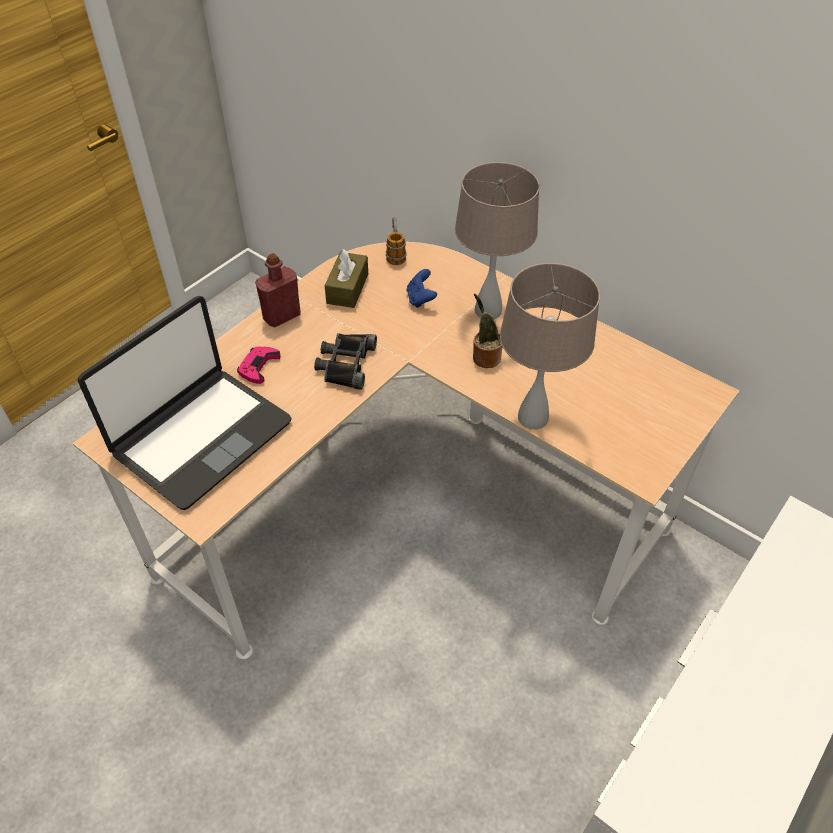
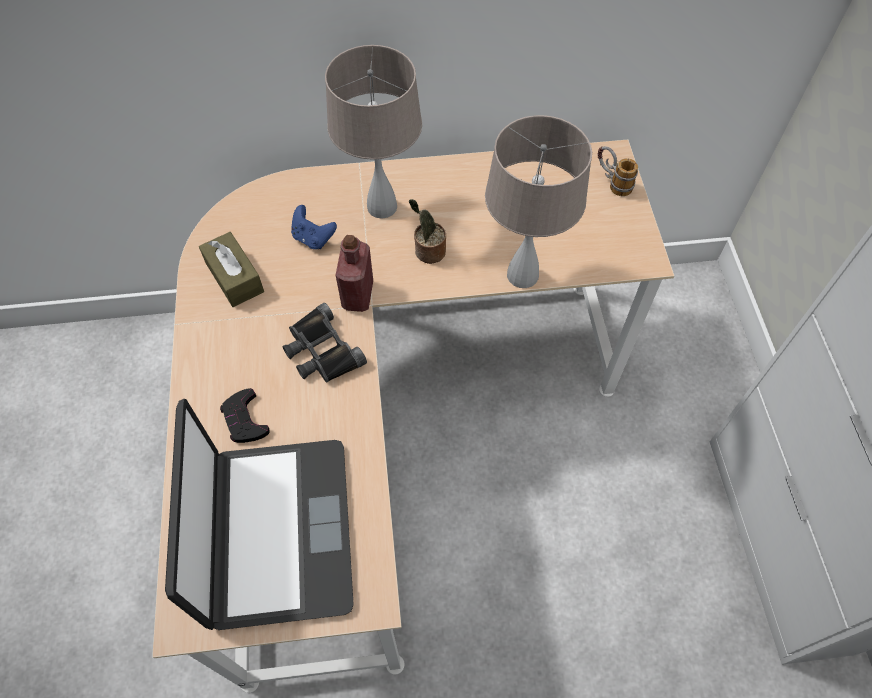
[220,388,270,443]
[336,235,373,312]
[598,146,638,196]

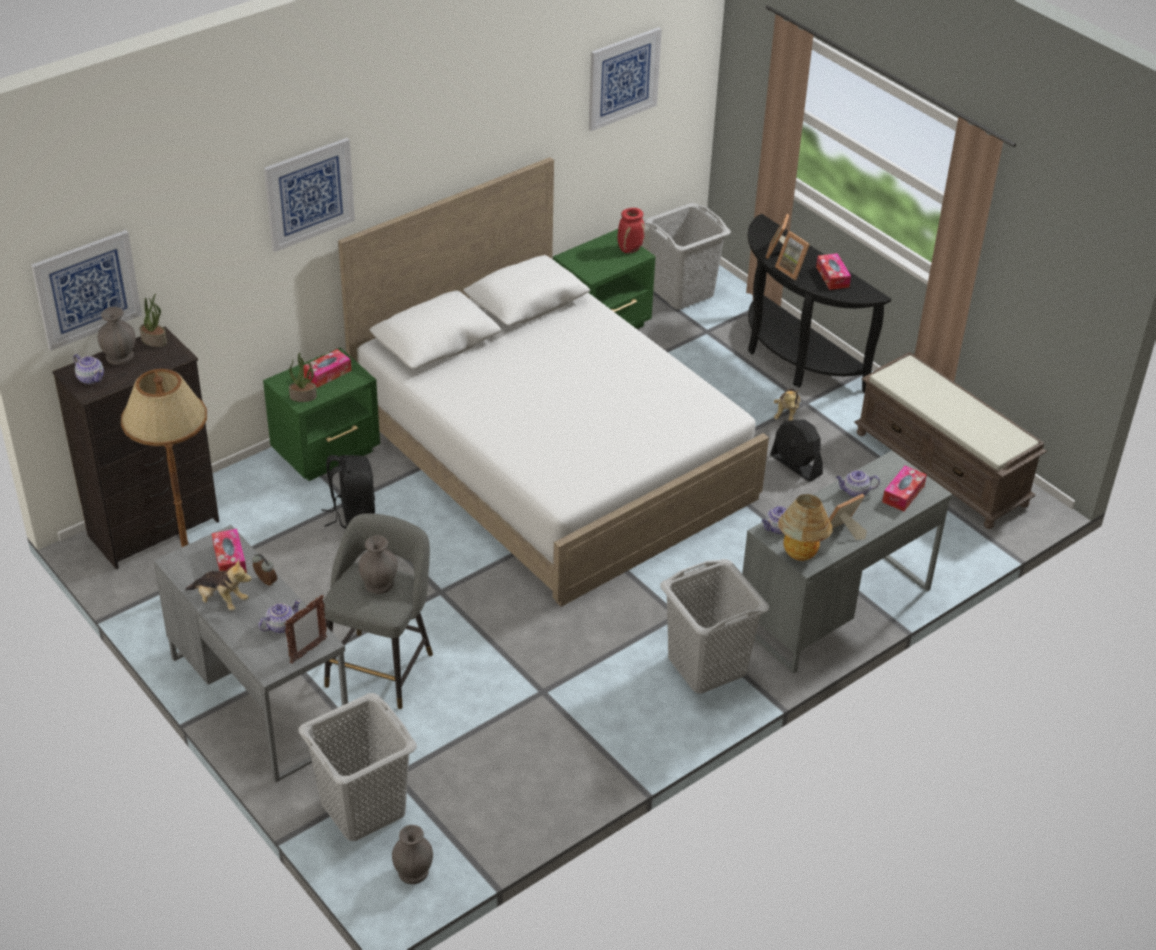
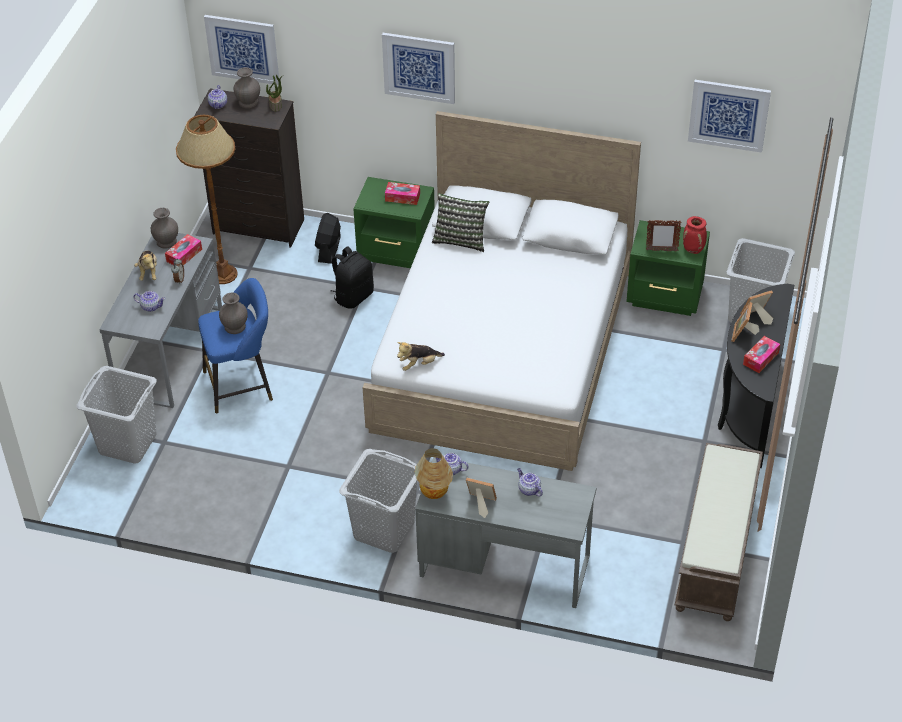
[151,208,178,248]
[198,278,273,413]
[315,213,341,264]
[397,342,445,371]
[432,193,490,252]
[646,220,682,252]
[289,353,317,402] (first image)
[882,466,927,511] (first image)

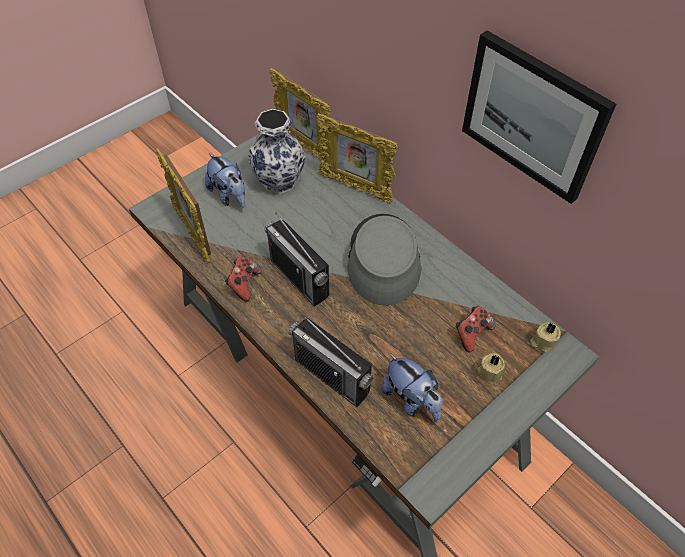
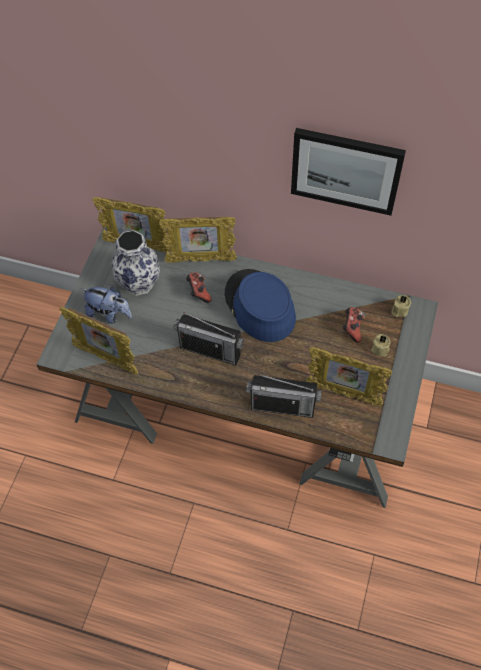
[186,272,212,303]
[225,269,296,342]
[306,347,392,407]

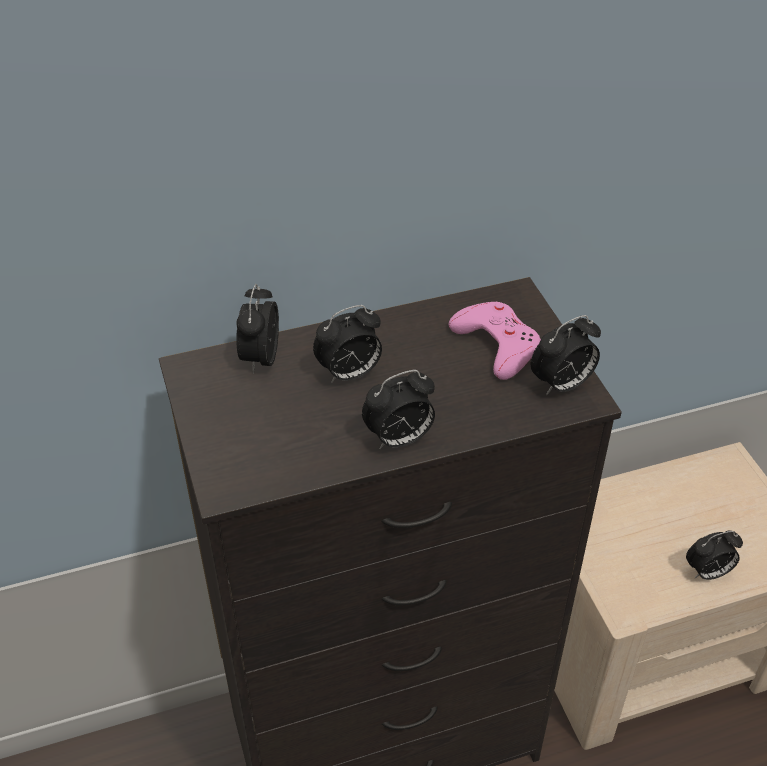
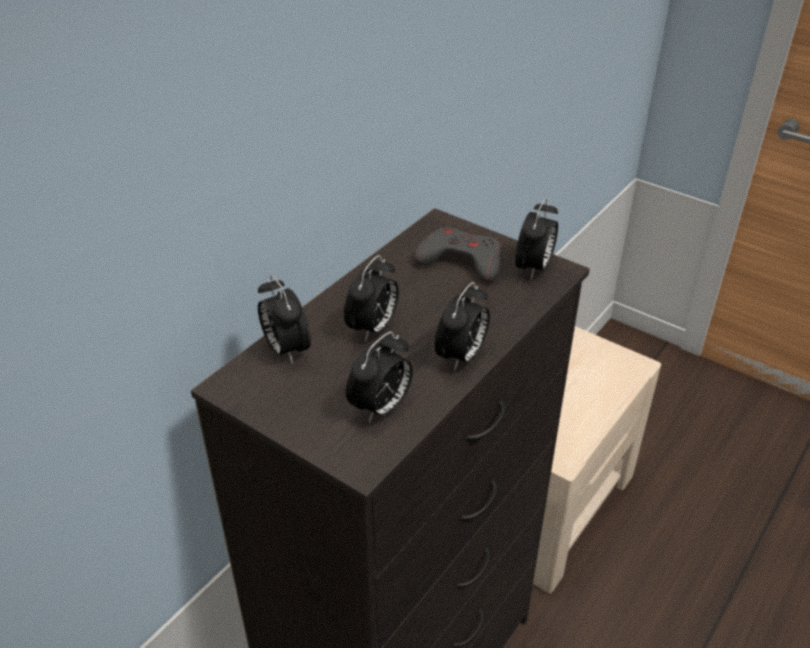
[346,331,413,423]
[414,226,502,283]

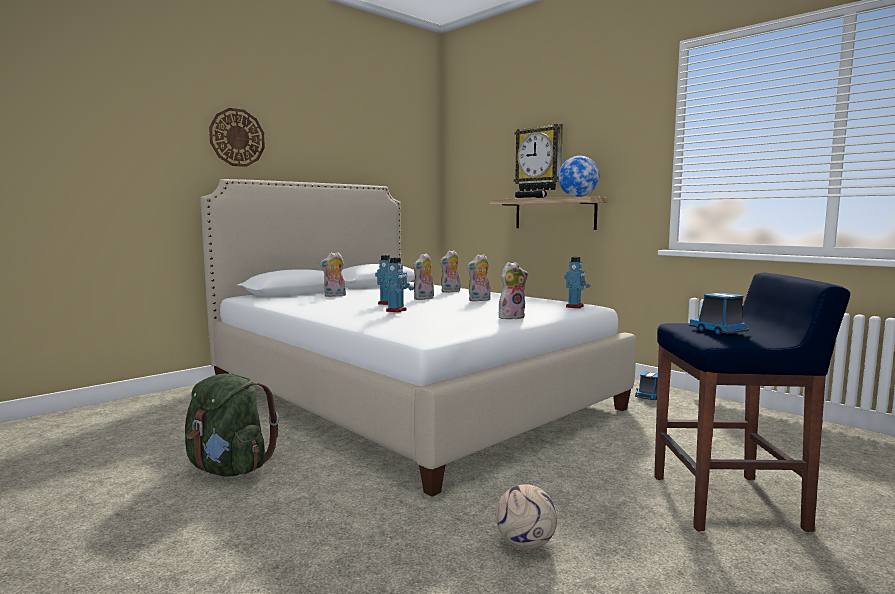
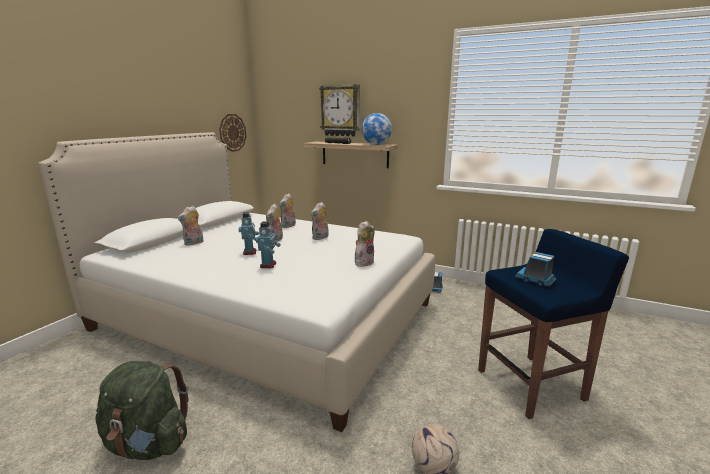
[219,114,246,152]
[564,257,590,308] (first image)

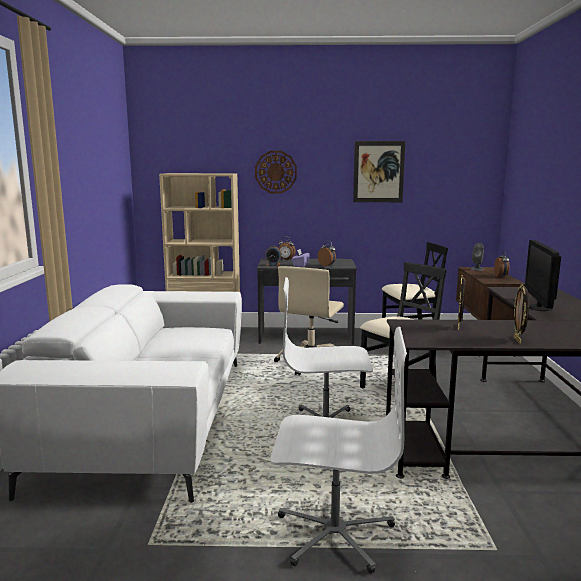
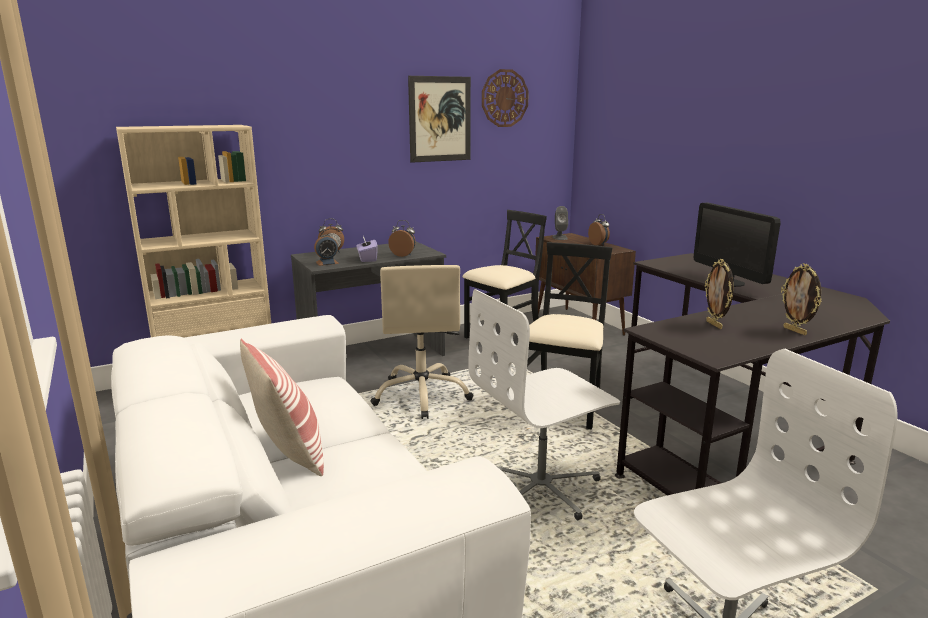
[240,339,324,476]
[482,69,529,127]

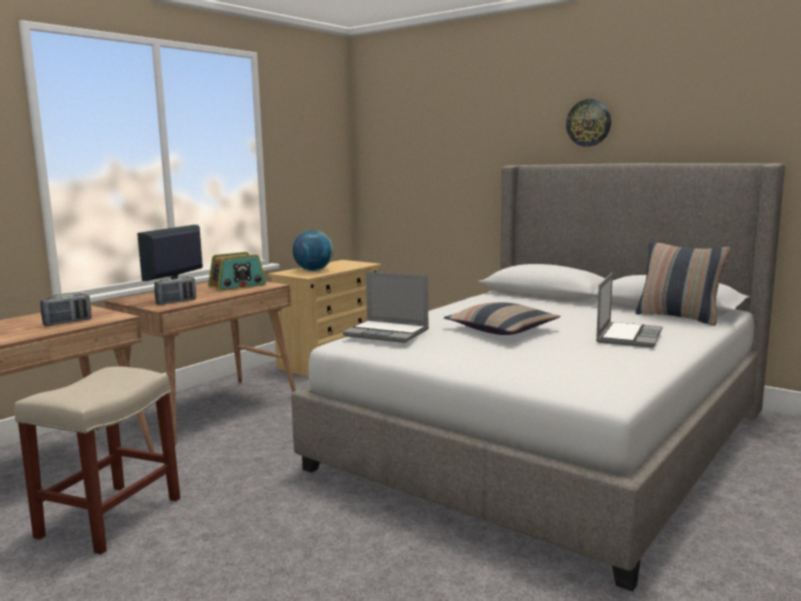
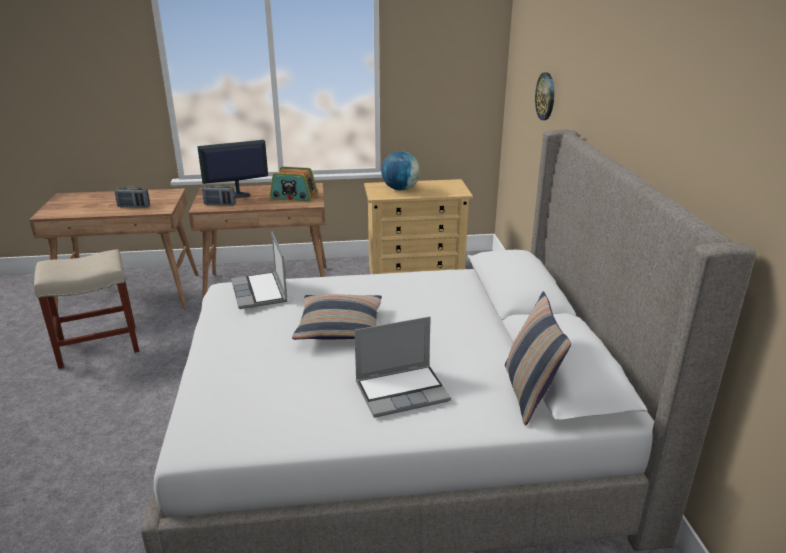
[535,73,554,120]

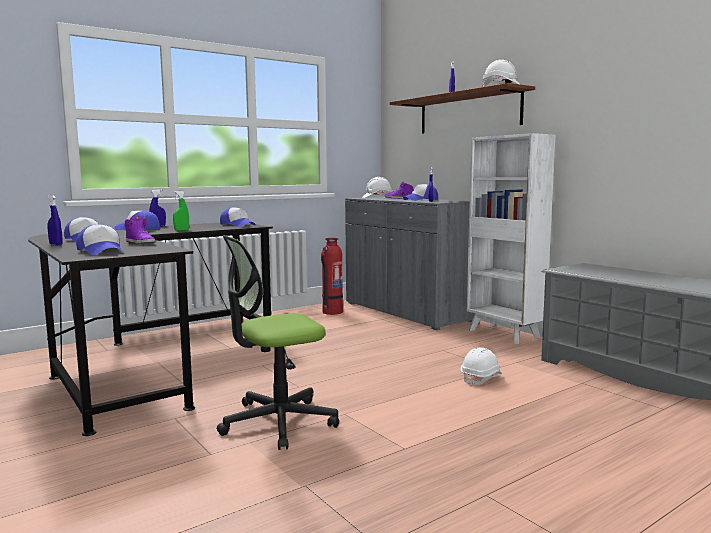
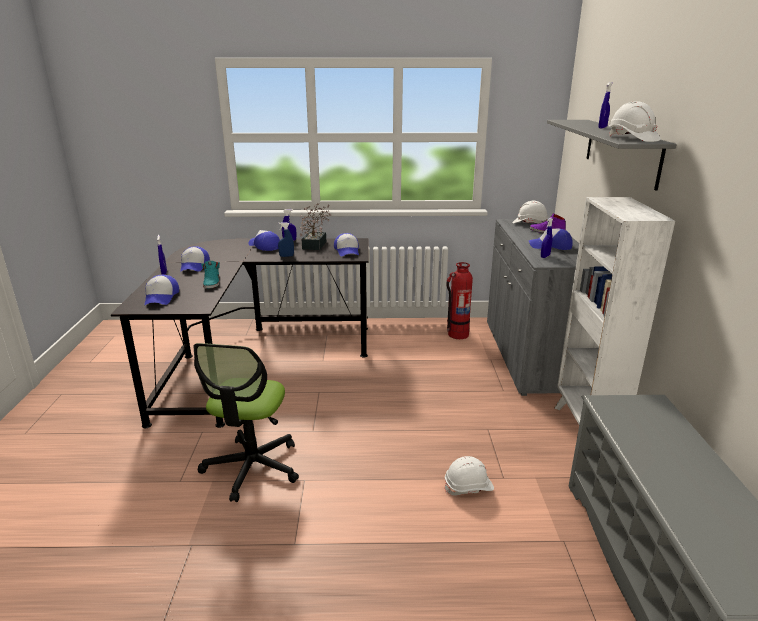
[194,343,299,502]
[201,261,220,289]
[278,222,294,257]
[300,203,331,250]
[547,120,677,191]

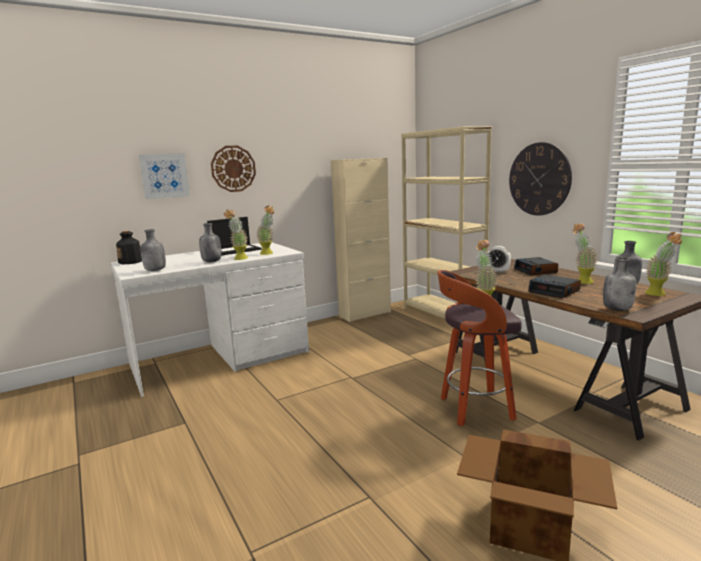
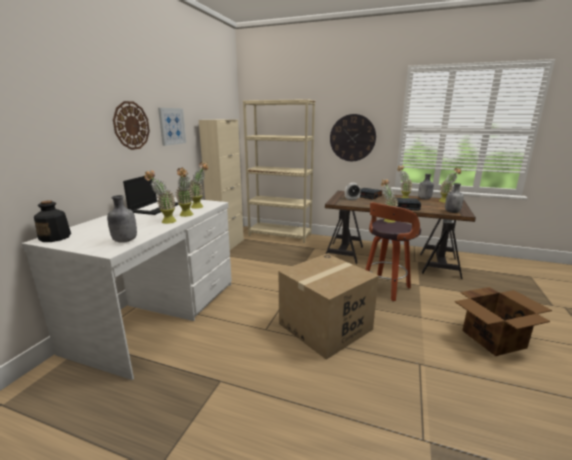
[144,170,177,224]
[158,108,186,146]
[279,254,379,360]

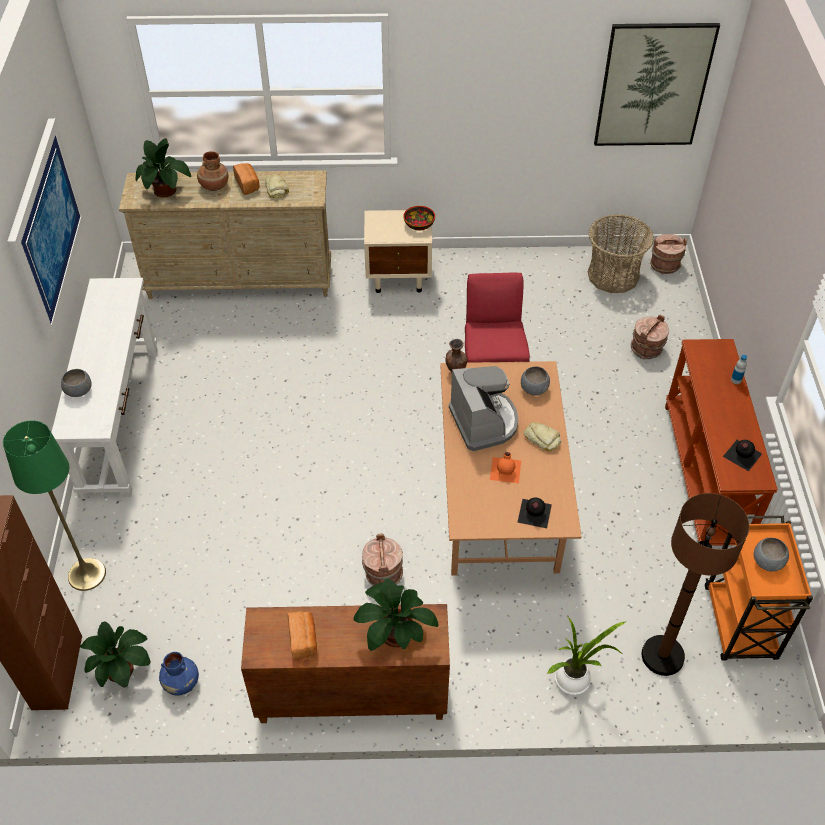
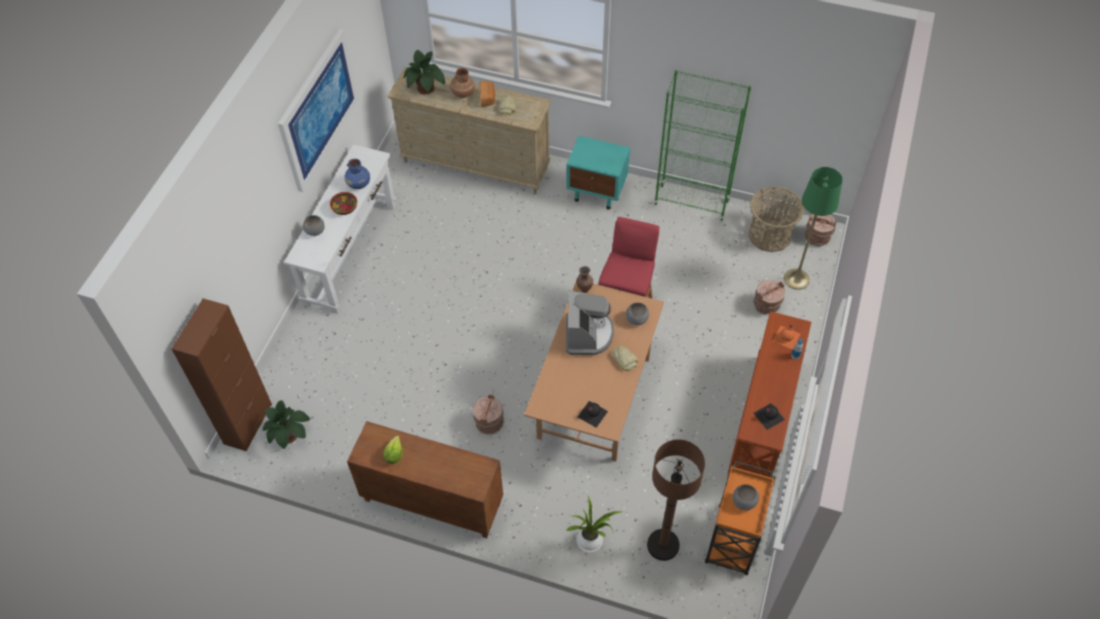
[330,192,357,215]
[345,159,370,189]
[383,436,403,464]
[566,136,630,210]
[654,70,751,221]
[773,325,800,350]
[784,167,843,290]
[353,579,439,651] (first image)
[594,23,720,146] (first image)

